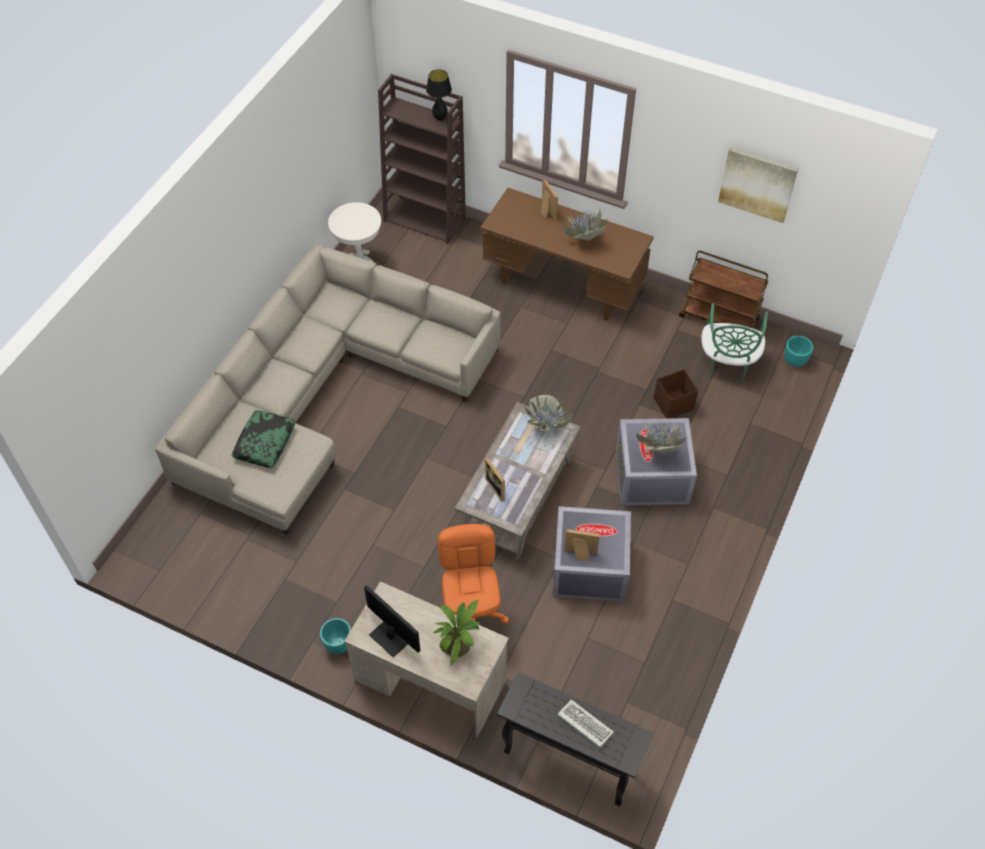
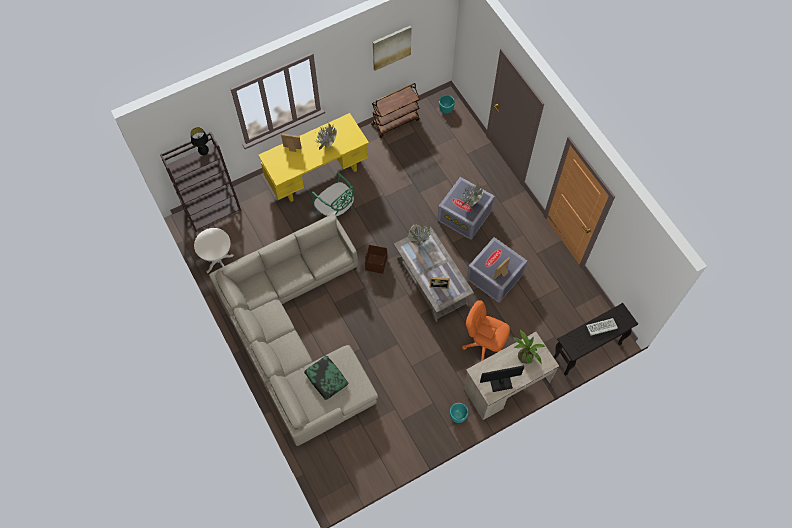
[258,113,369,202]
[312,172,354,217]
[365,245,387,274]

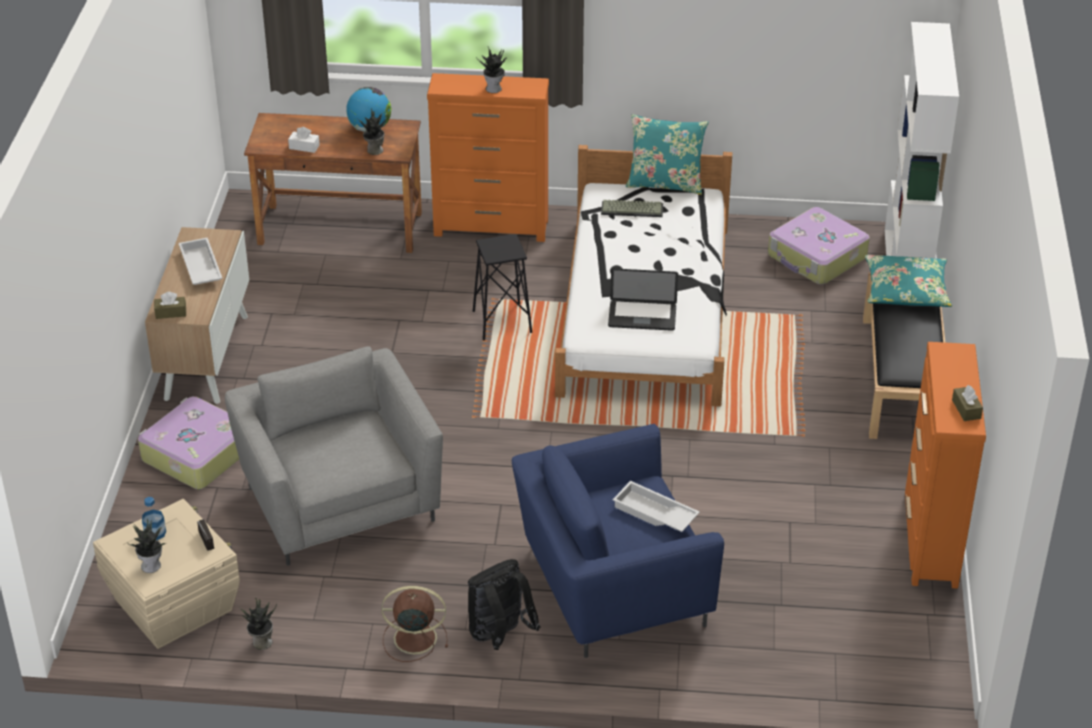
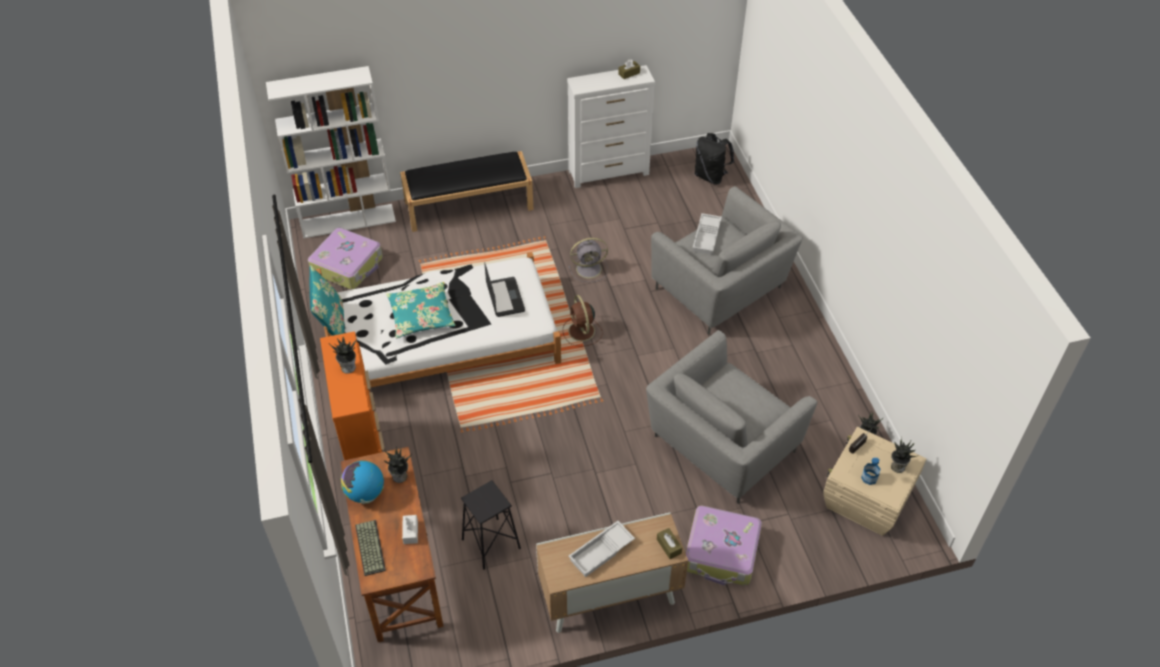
[355,520,386,576]
[386,282,455,338]
[461,480,521,570]
[563,295,602,347]
[567,65,655,188]
[568,238,608,282]
[651,186,803,334]
[695,133,734,185]

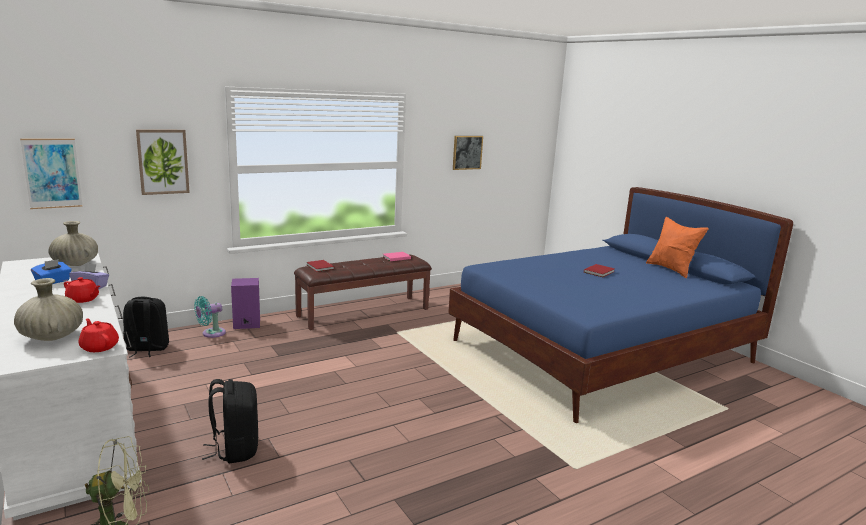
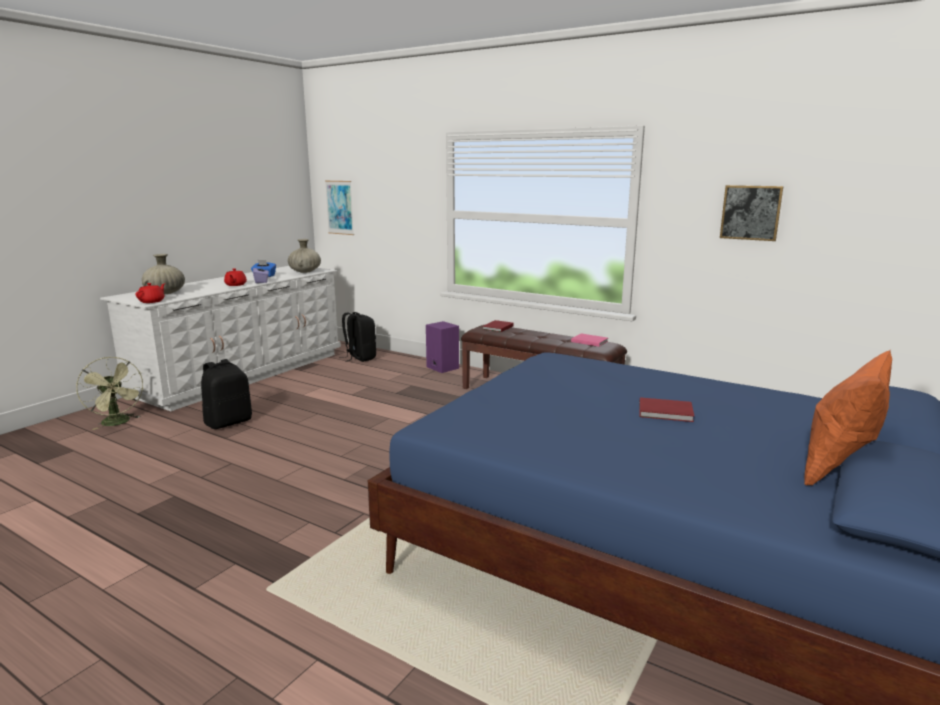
[136,129,190,195] (first image)
[194,296,226,338] (first image)

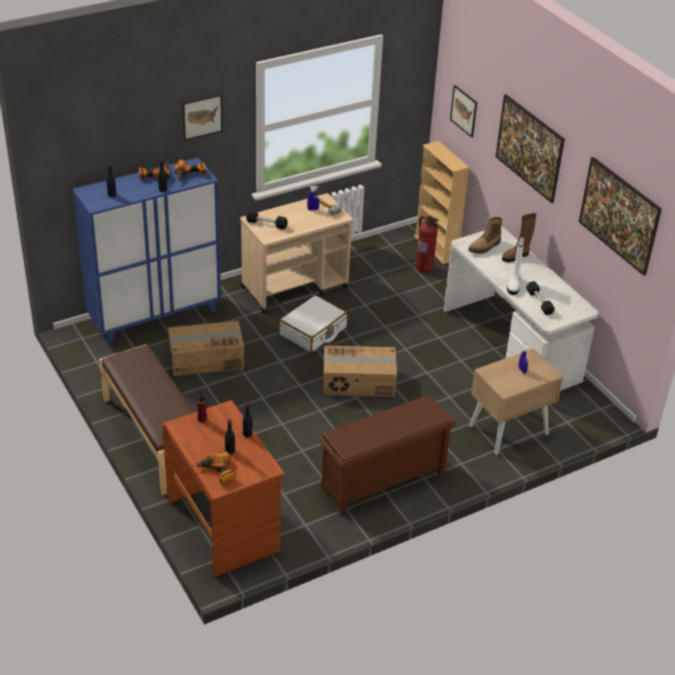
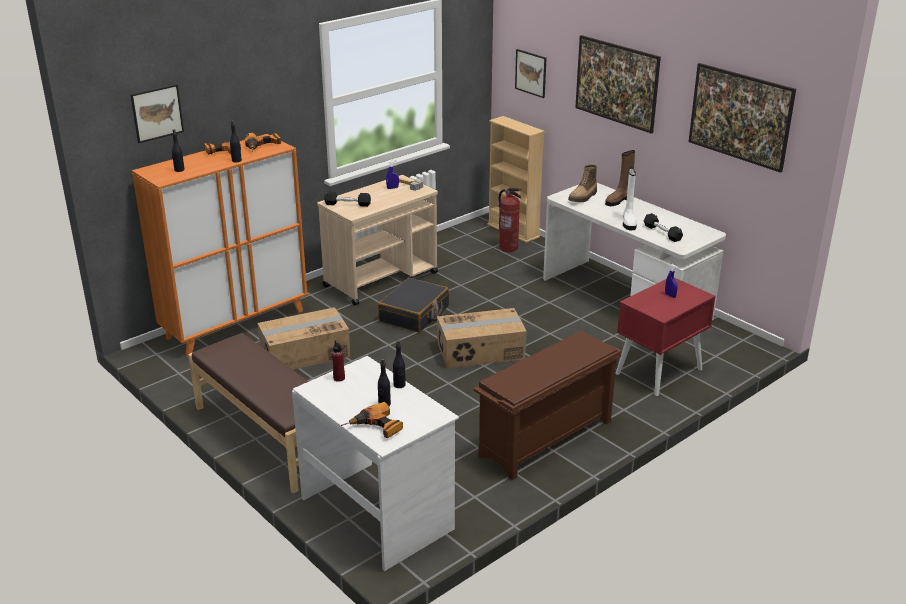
[131,84,184,143]
[132,134,308,357]
[292,356,459,571]
[378,278,449,333]
[616,278,716,396]

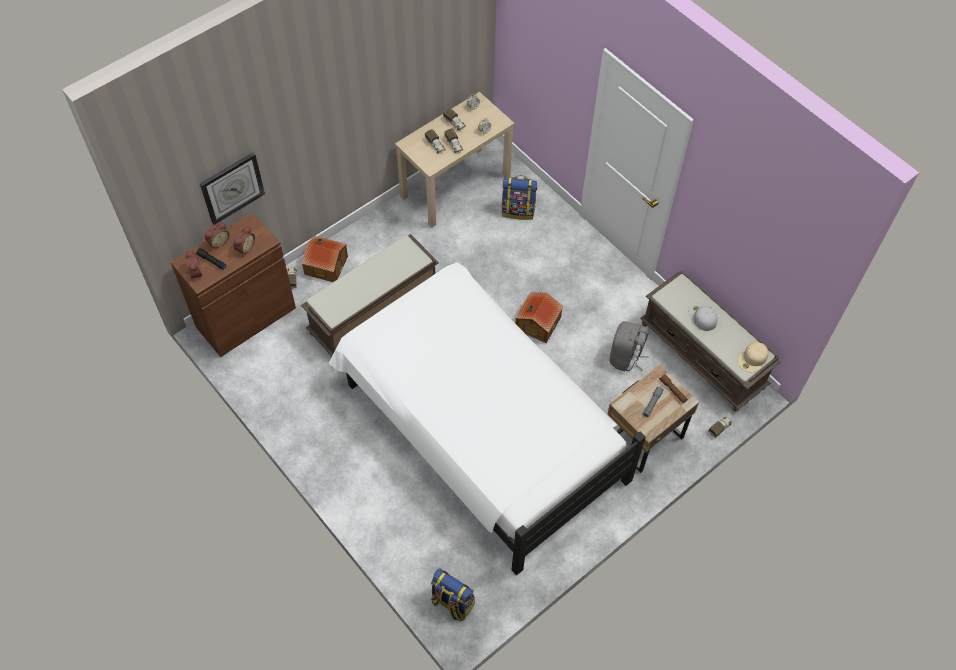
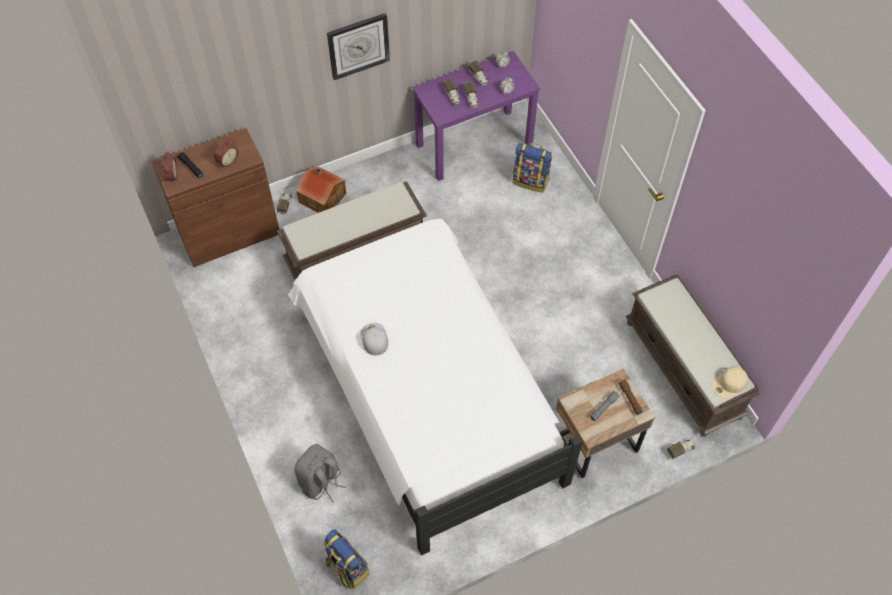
[295,444,346,503]
[327,13,390,80]
[361,323,388,355]
[412,51,540,181]
[205,222,229,248] (first image)
[515,292,563,343] (first image)

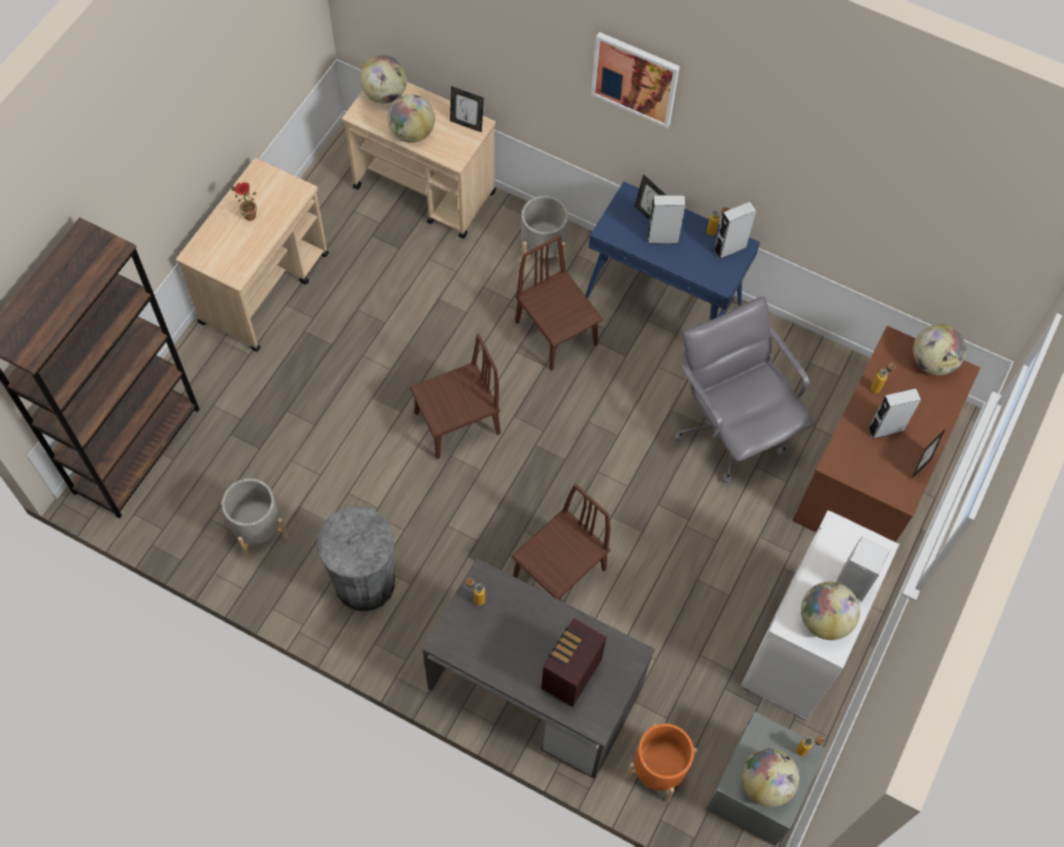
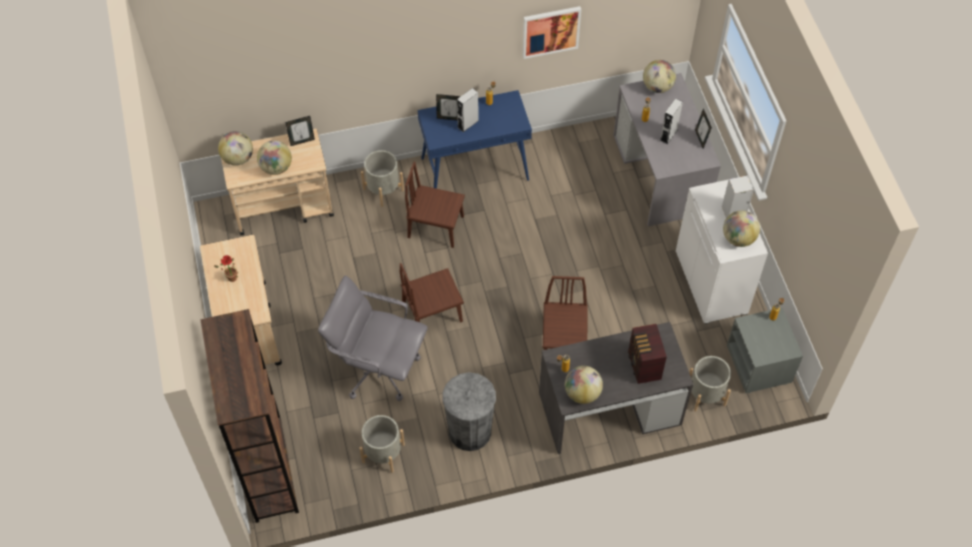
[318,276,428,401]
[400,263,464,323]
[523,6,581,59]
[565,366,603,404]
[613,73,721,226]
[689,356,731,412]
[714,201,756,259] (first image)

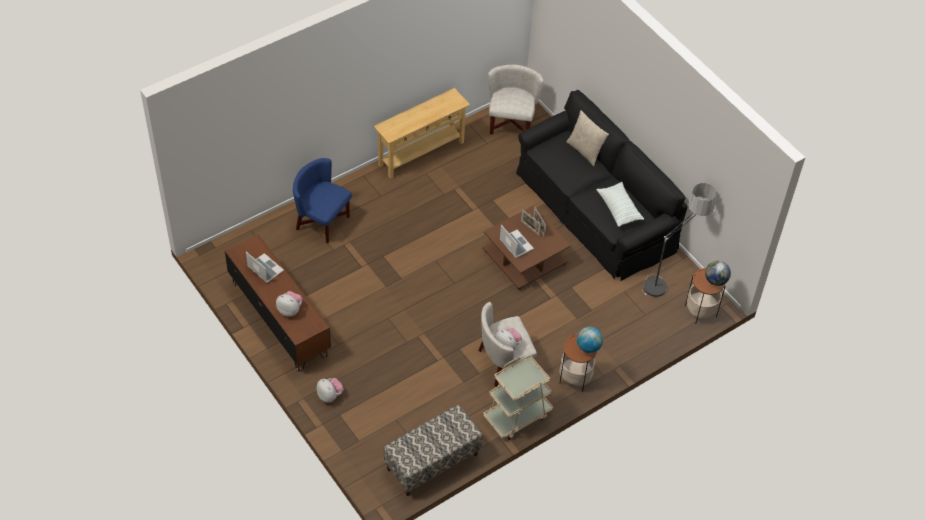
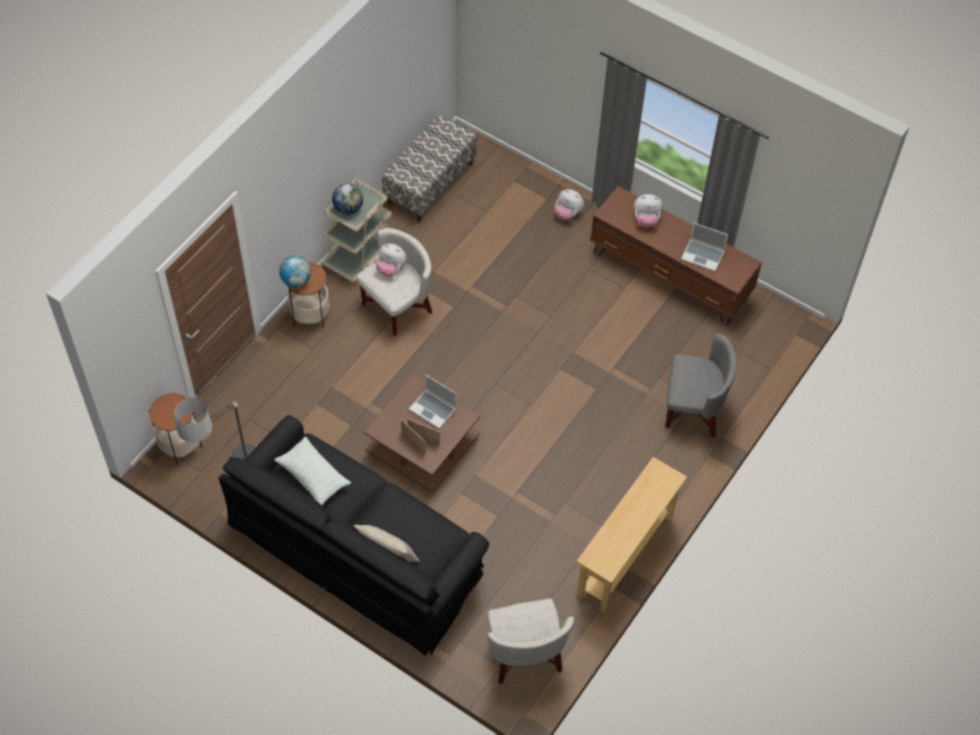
[332,183,363,214]
[665,333,737,438]

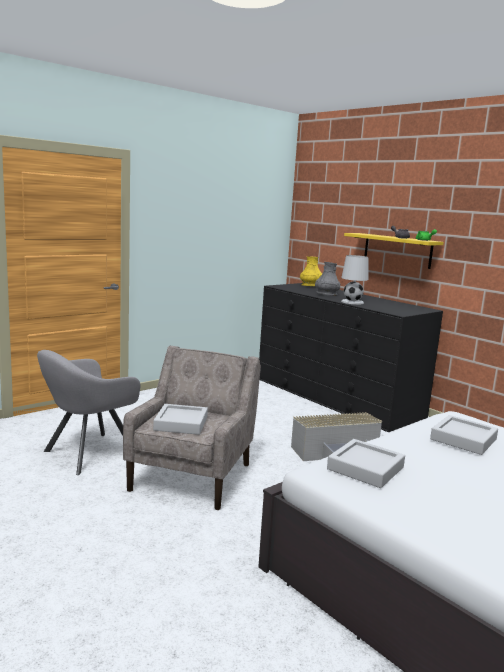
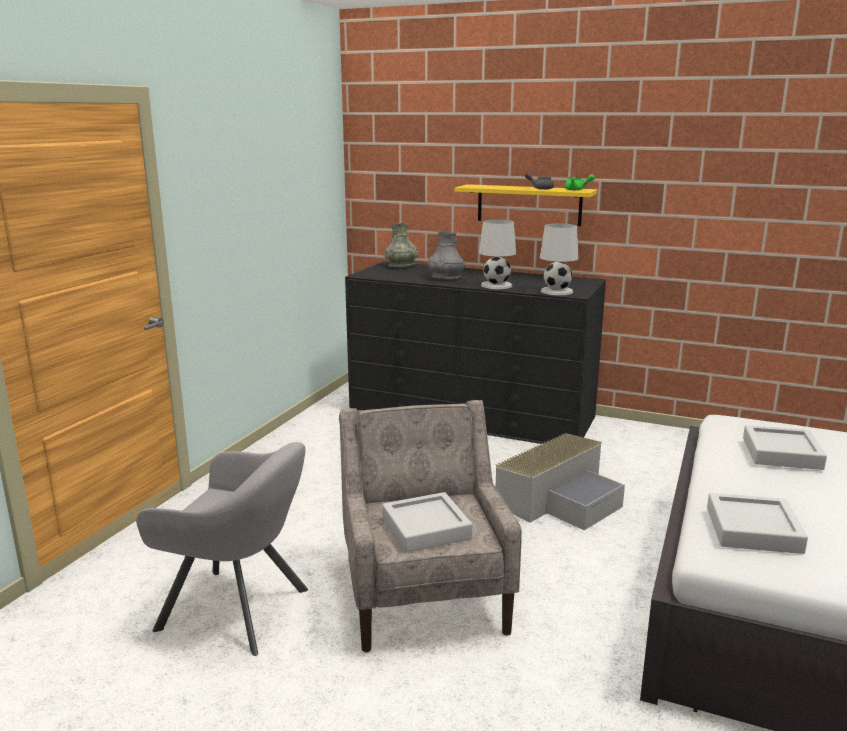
[136,442,308,656]
[384,223,418,267]
[540,223,579,295]

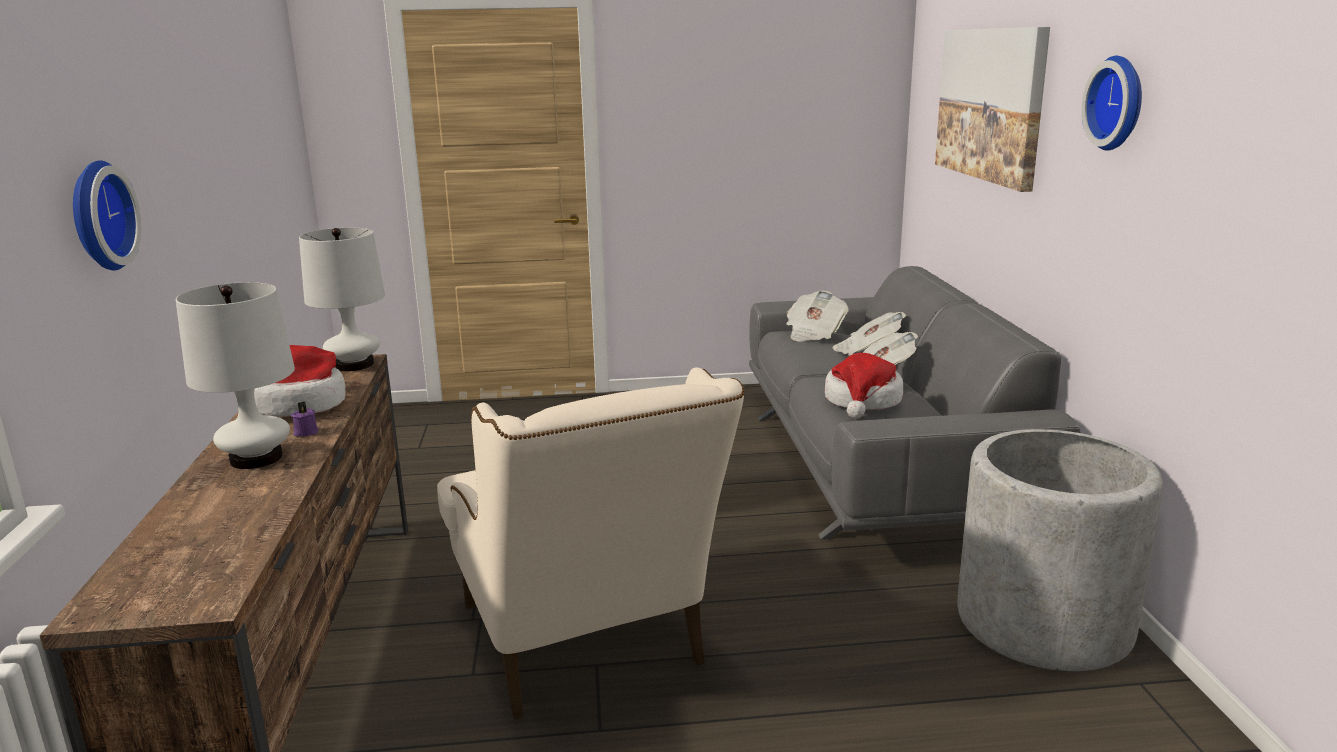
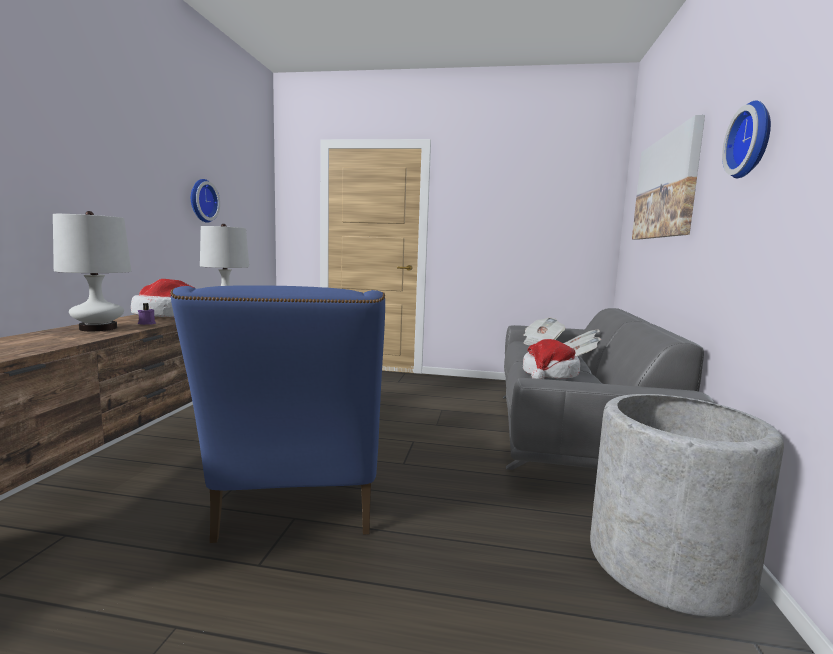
[170,285,385,543]
[191,179,220,223]

